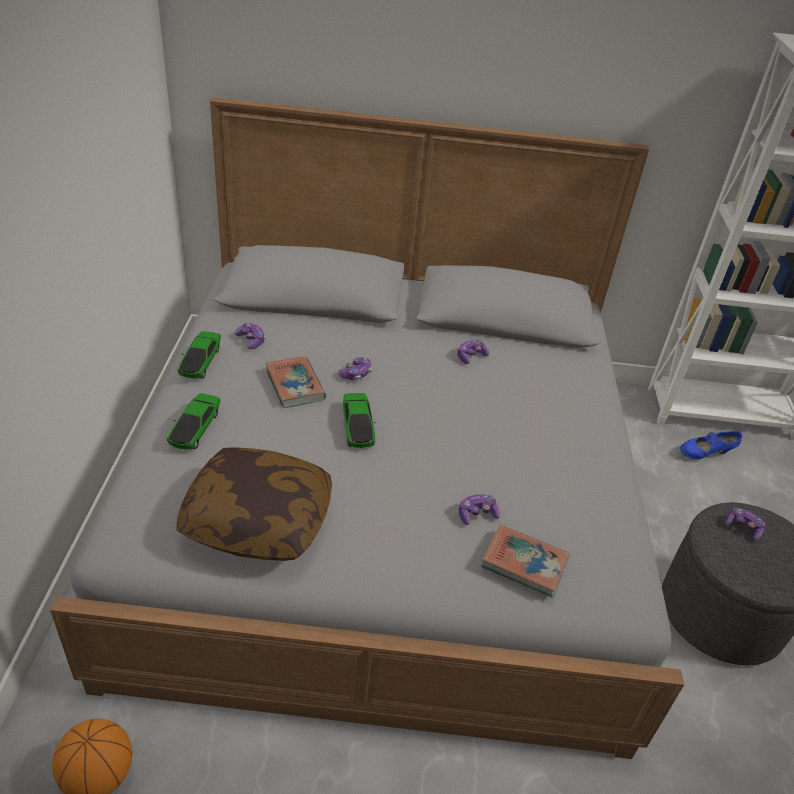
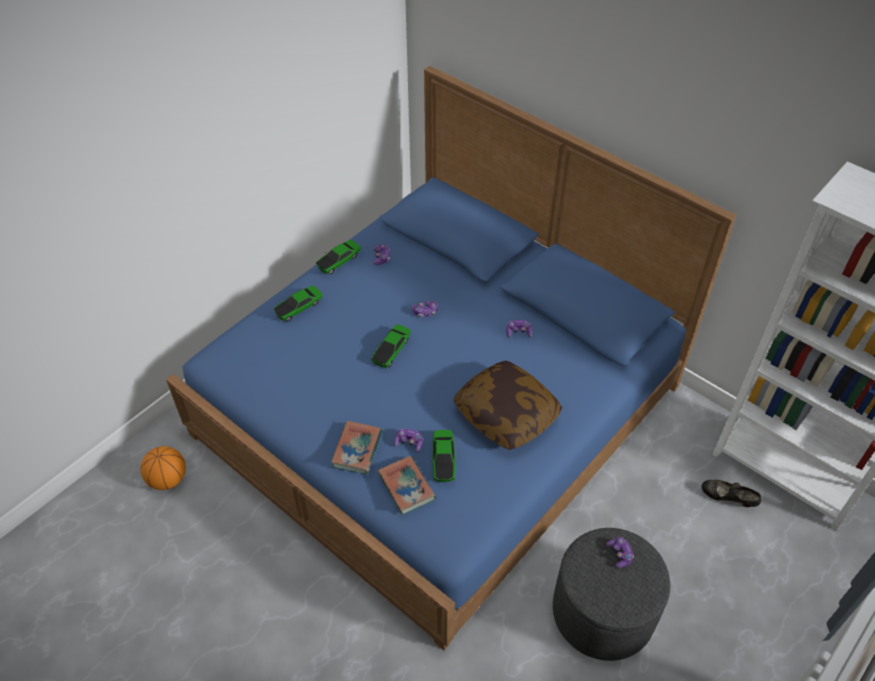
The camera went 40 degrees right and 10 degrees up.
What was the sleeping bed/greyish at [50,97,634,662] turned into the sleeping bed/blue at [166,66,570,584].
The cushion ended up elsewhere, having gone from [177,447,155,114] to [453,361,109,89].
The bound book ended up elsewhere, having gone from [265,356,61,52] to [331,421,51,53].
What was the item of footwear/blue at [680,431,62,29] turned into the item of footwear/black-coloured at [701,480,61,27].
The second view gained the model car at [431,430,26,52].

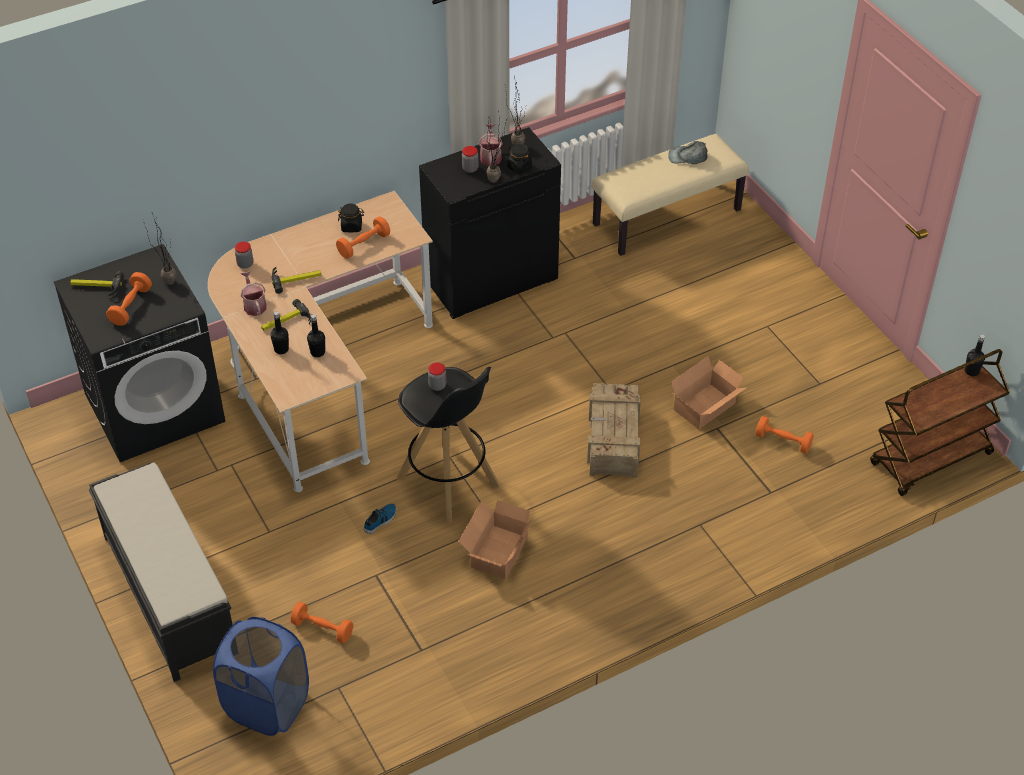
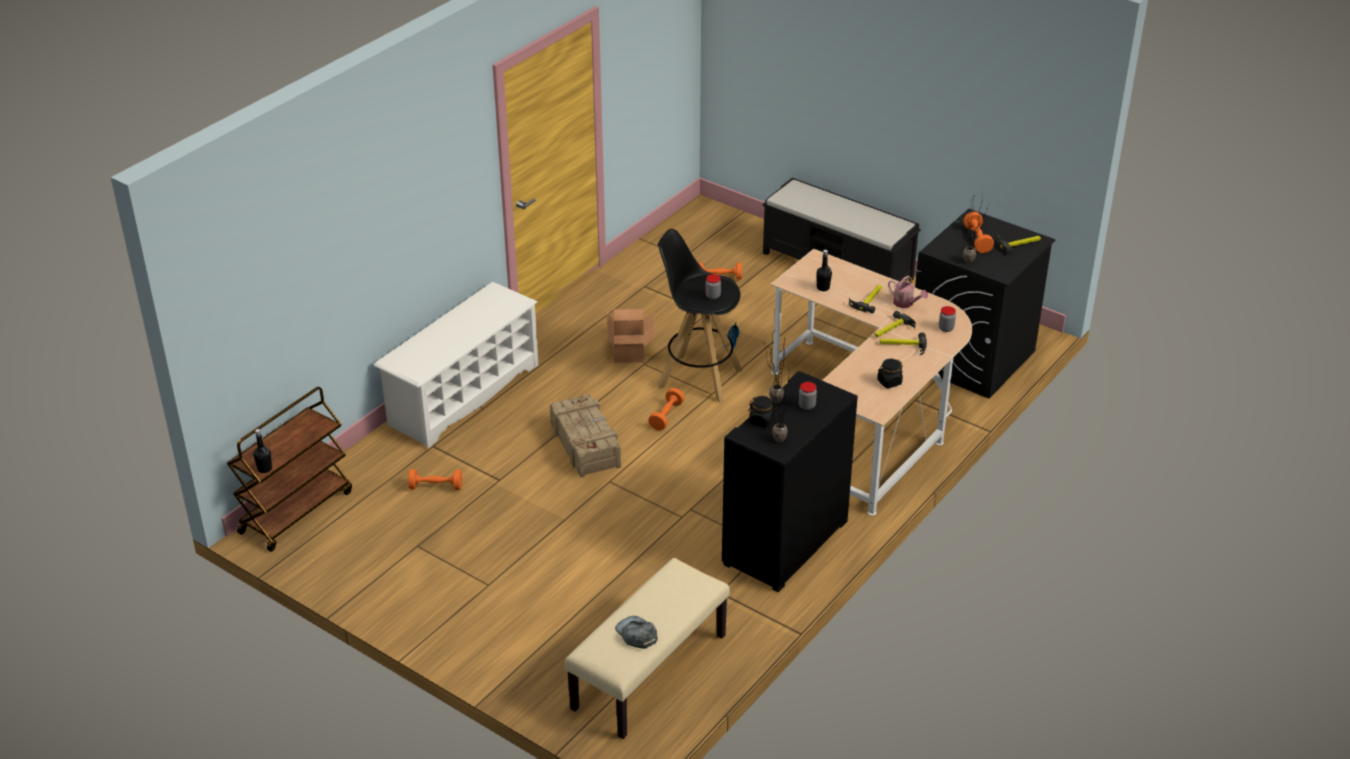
The camera went 155 degrees right and 10 degrees down.
The second view lost the hamper/blue at [213,617,96,119].
The second view lost the bottle/black-coloured at [270,311,19,43].
The free weight/orange ended up elsewhere, having gone from [336,216,54,43] to [648,388,36,42].
The second view lost the watering can at [478,124,25,42].
The baseball cap/greyish at [668,141,40,23] ended up facing another way, 105 degrees counterclockwise from before.
The second view lost the carton at [671,356,76,73].
The second view gained the shoe shelf/white-coloured at [374,282,164,166].
The second view gained the tool hammer at [880,332,47,23].

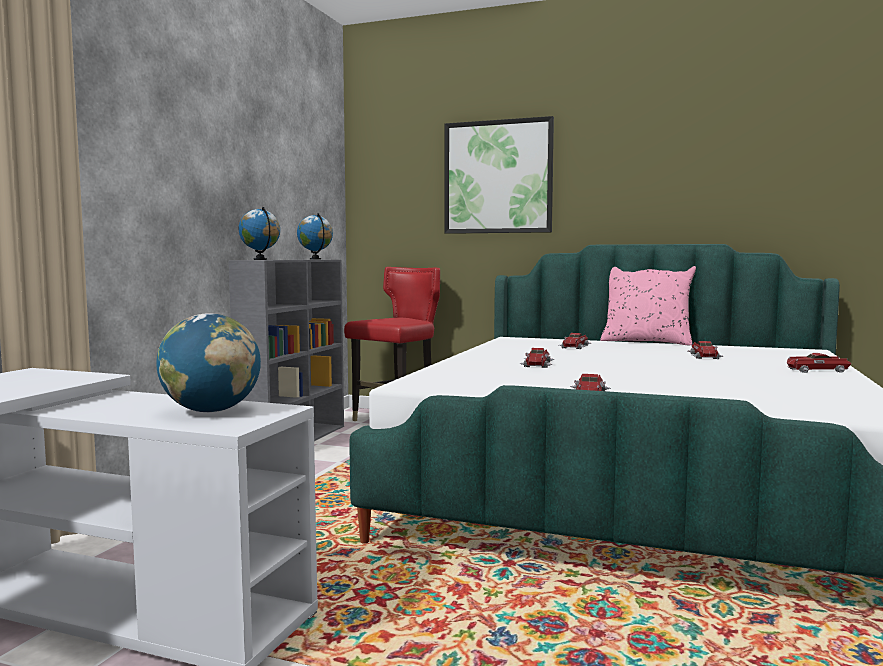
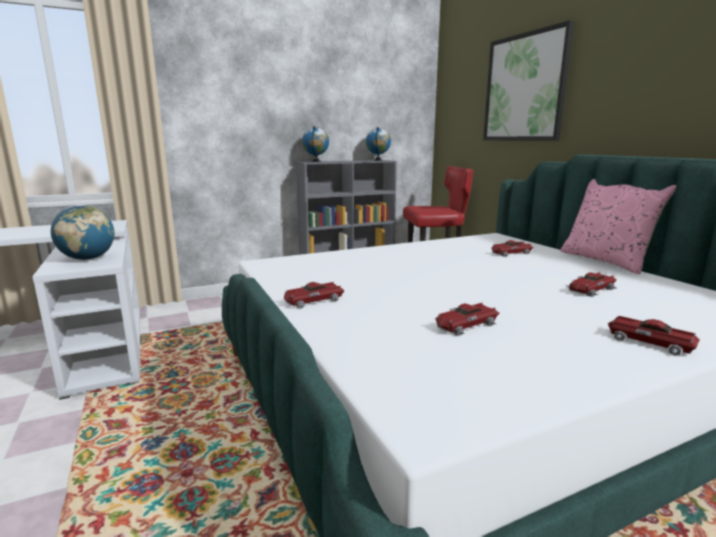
The camera went 45 degrees right and 10 degrees up.
The model car ended up elsewhere, having gone from [519,348,36,20] to [436,302,63,34].

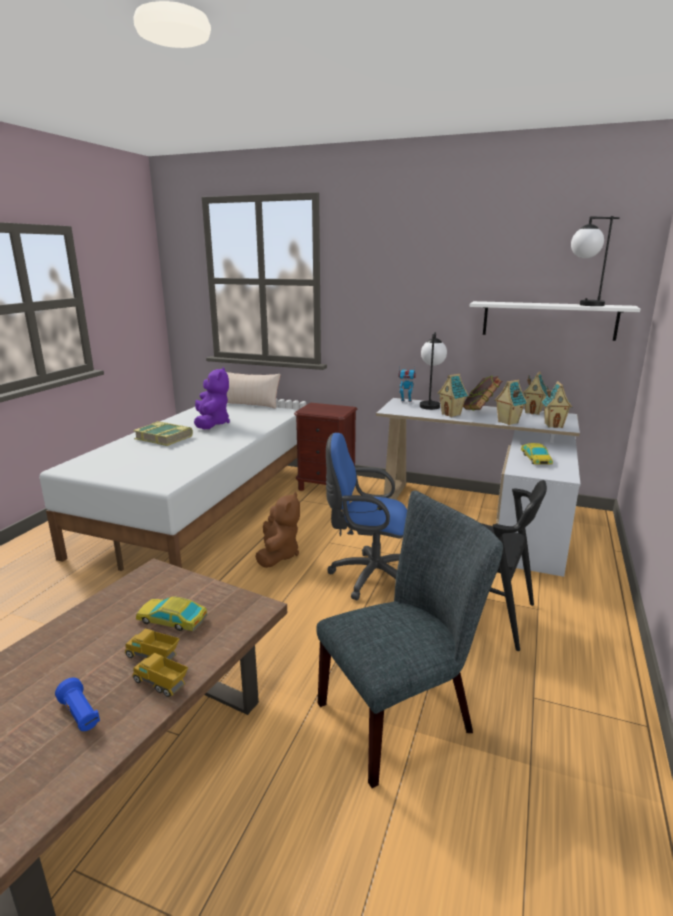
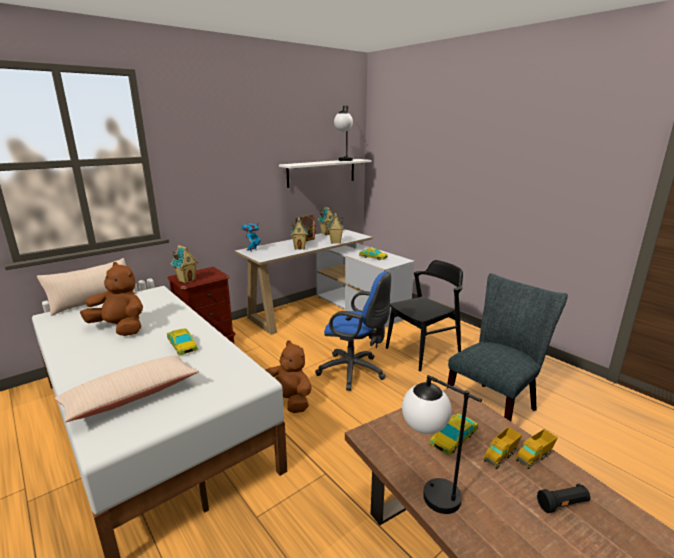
The camera went 60 degrees left and 0 degrees up.
What was the flashlight/blue at [55,677,45,54] turned into the flashlight/black-coloured at [537,484,53,29].
The second view lost the bound book at [133,421,60,25].
What was the plush toy/purple-coloured at [194,367,36,62] turned into the plush toy/brownish at [80,262,63,74].
The chair/greyish at [316,490,187,298] ended up facing another way, 45 degrees clockwise from before.
The desk chair/blue at [326,433,81,167] ended up facing another way, 105 degrees counterclockwise from before.
The table lamp ended up elsewhere, having gone from [420,332,27,78] to [402,375,80,139].
The toy house ended up elsewhere, having gone from [542,381,31,47] to [171,245,27,38].
The second view gained the cushion/beige at [55,356,144,66].
The second view gained the model car at [167,328,31,27].

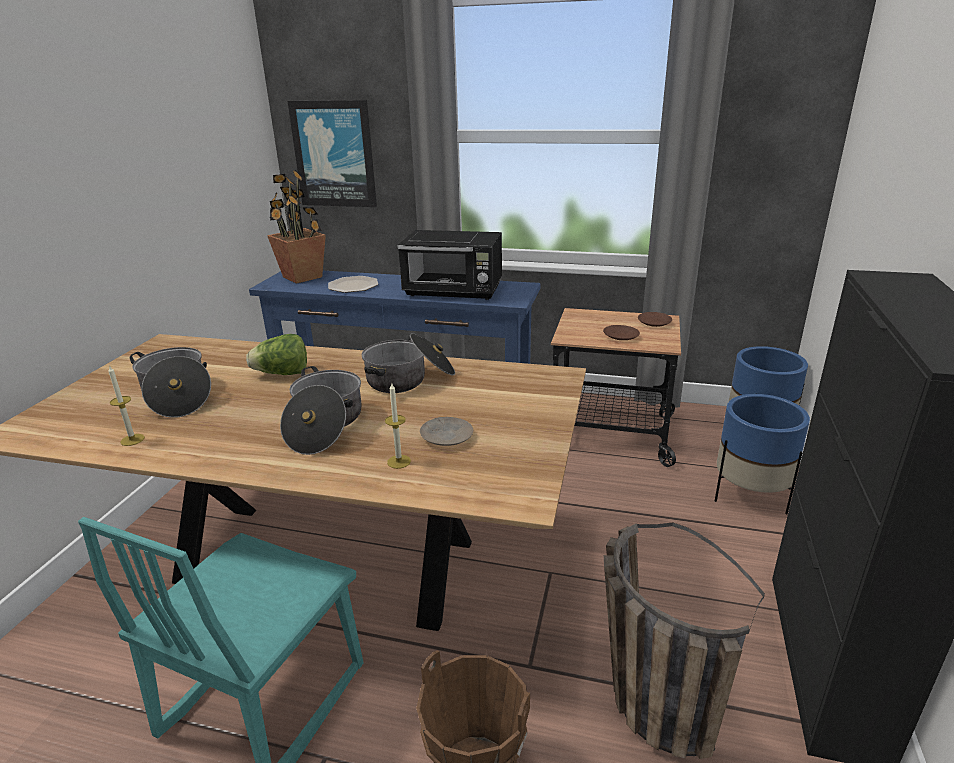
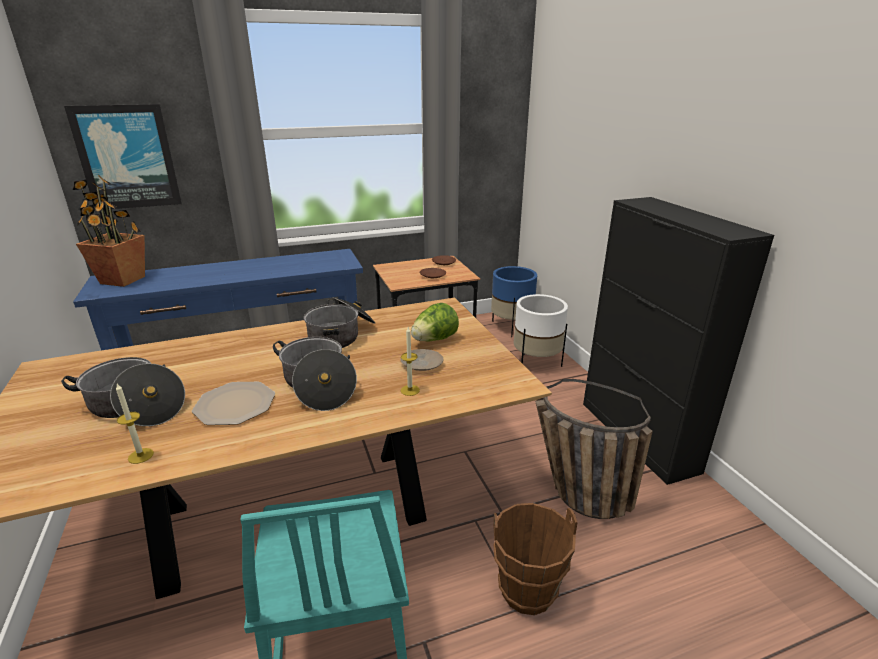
The camera went 35 degrees left and 0 degrees up.
The lettuce ended up elsewhere, having gone from [246,334,61,41] to [411,303,48,39].
The dinner plate ended up elsewhere, having gone from [328,276,50,17] to [192,382,83,43].
The second view lost the microwave oven/black-coloured at [398,230,104,70].
What was the flower pot/blue at [715,394,95,120] turned into the flower pot/white-coloured at [514,294,54,73].

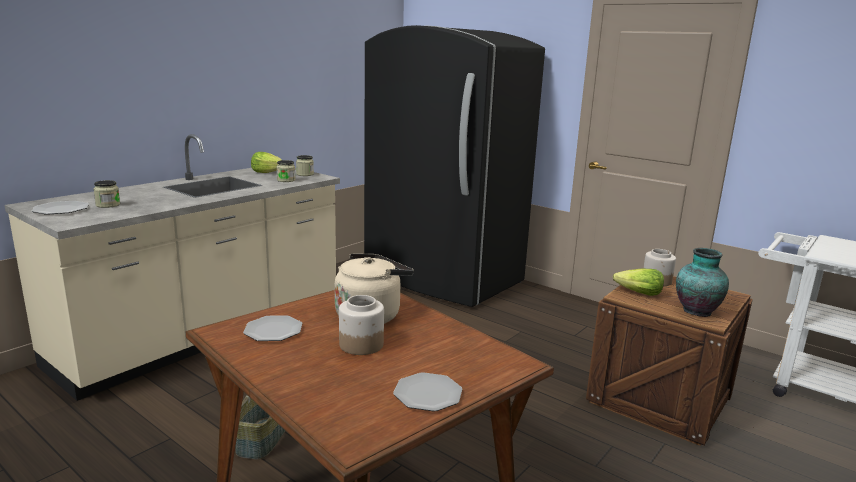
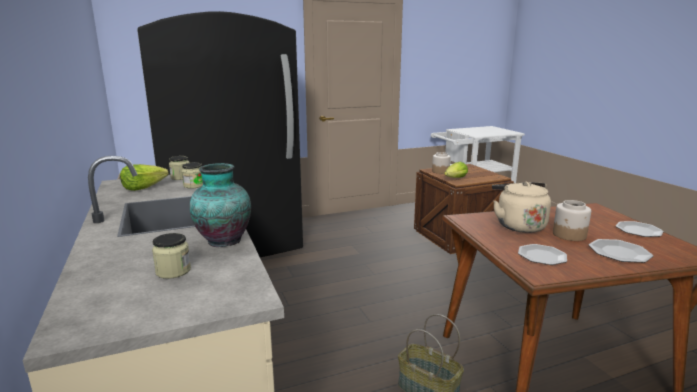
The camera went 60 degrees left and 0 degrees up.
The dinner plate ended up elsewhere, having gone from [32,201,57,14] to [589,239,64,24].
The vase ended up elsewhere, having gone from [676,248,53,69] to [190,163,61,84].

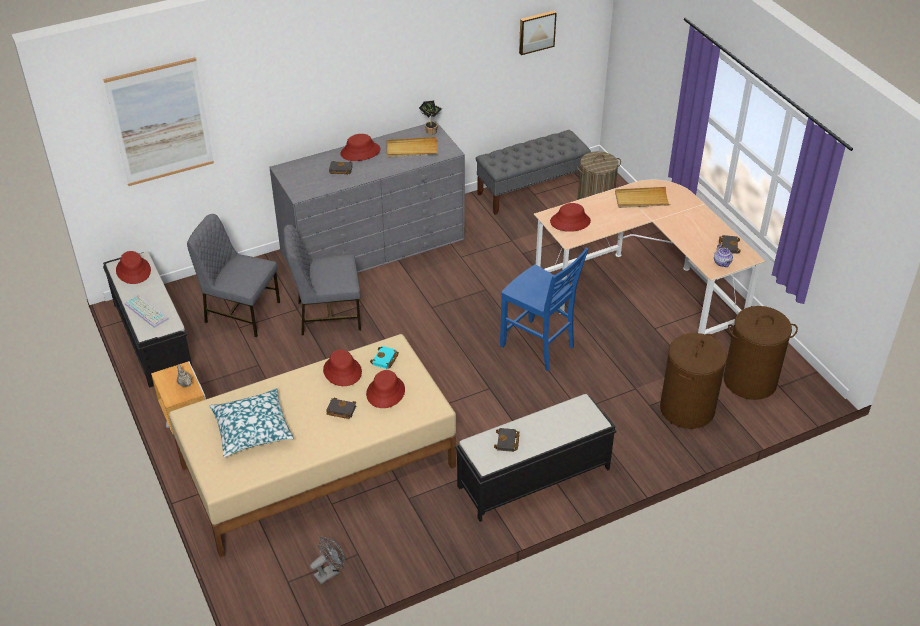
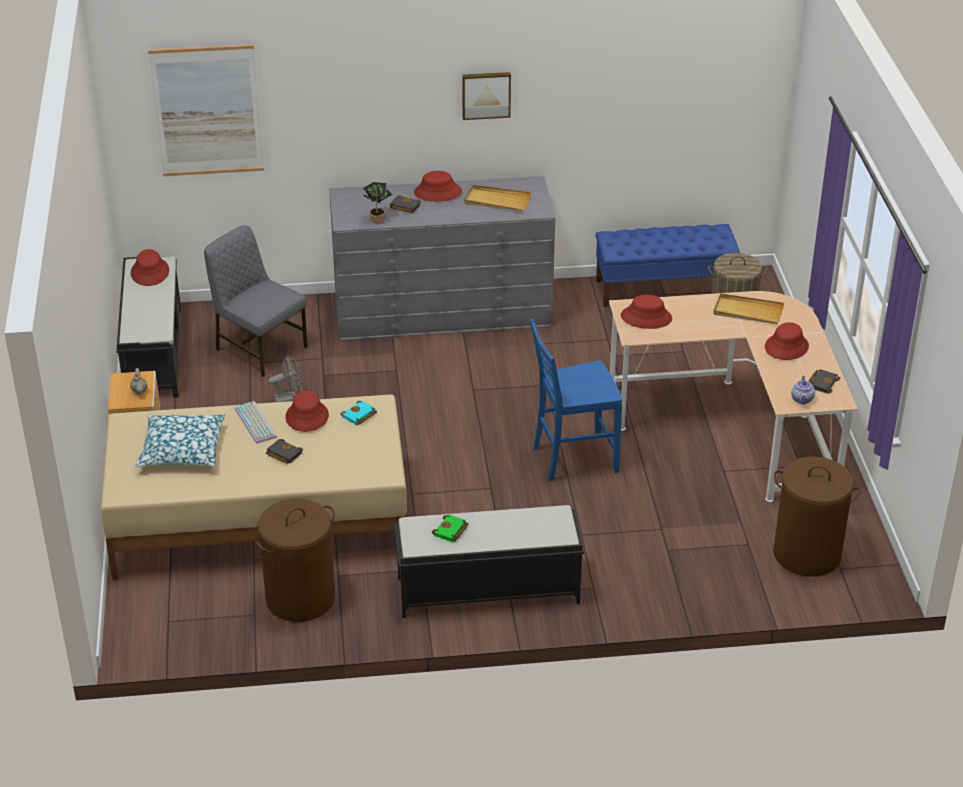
The camera went 20 degrees right and 5 degrees down.
The computer keyboard ended up elsewhere, having gone from [125,295,44,33] to [234,401,43,43].
The second view lost the chair/greyish at [283,224,78,111].
The electric fan/greyish ended up elsewhere, having gone from [310,536,35,48] to [268,356,35,46].
The hat/red ended up elsewhere, having gone from [366,370,39,38] to [765,322,44,38].
The plant in a pot ended up elsewhere, having gone from [419,101,23,34] to [361,182,31,42].
What was the indoor bench/greyish at [476,130,115,85] turned into the indoor bench/blue at [596,224,144,83].
What was the bound book/black-coloured at [494,428,26,24] turned into the bound book/green-coloured at [432,514,37,28].
The chair/blue at [500,247,89,124] ended up facing another way, 105 degrees clockwise from before.
The wall picture ended up elsewhere, having gone from [519,11,38,44] to [462,72,49,48].
The hamper/brownish ended up elsewhere, having gone from [660,333,67,96] to [255,499,80,123].

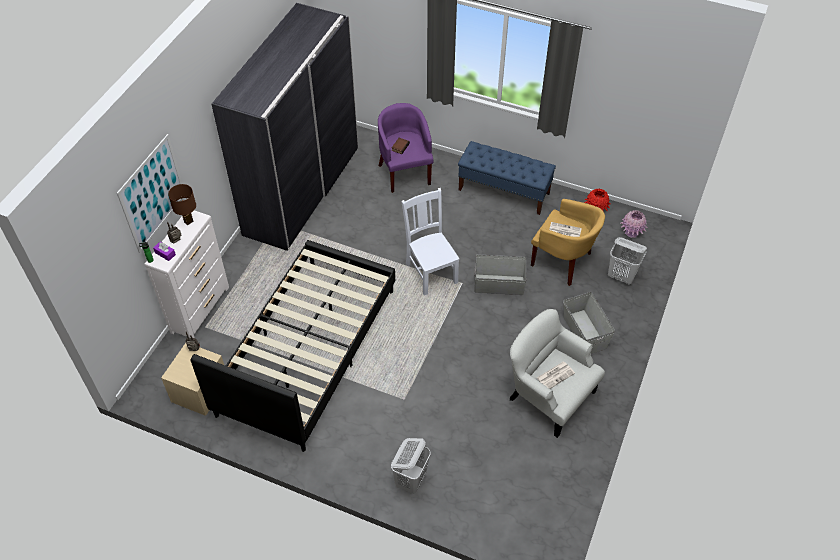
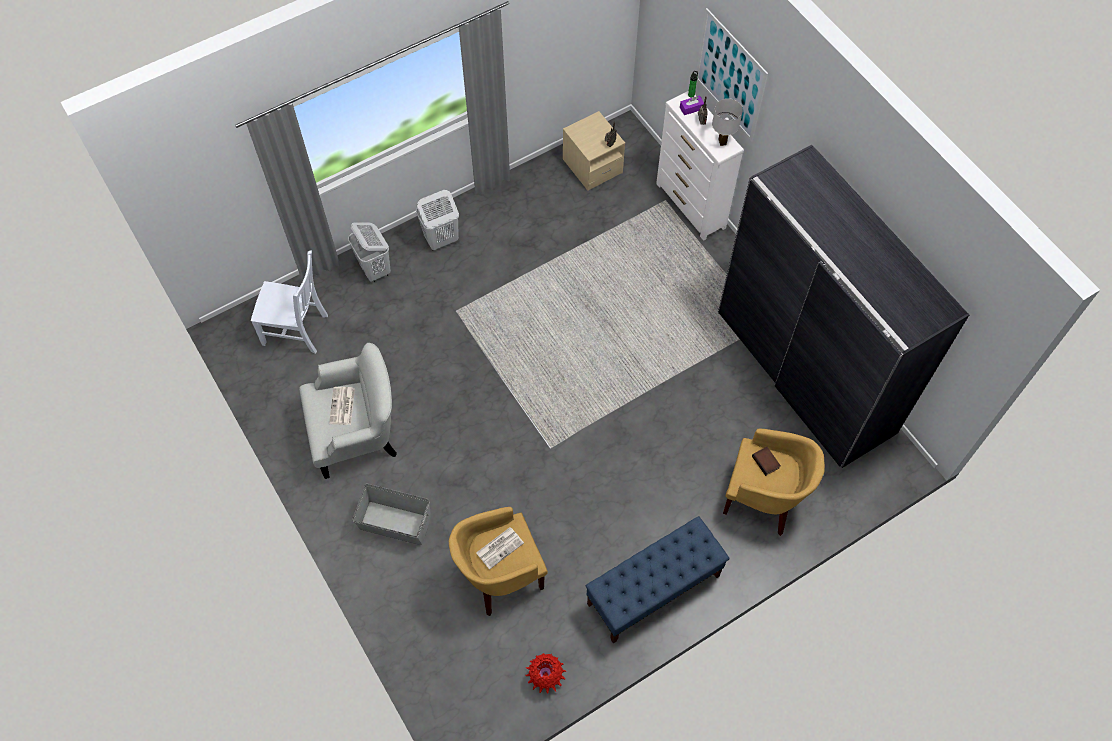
The camera went 125 degrees right and 10 degrees up.
What was the table lamp/brownish at [168,184,28,41] turned into the table lamp/white-coloured at [712,98,31,48].
The second view lost the sleeping bed/black-coloured at [190,240,205,212].
What was the easy chair/purple-coloured at [378,103,56,90] turned into the easy chair/yellow-coloured at [723,429,102,107].
The chair/white-coloured ended up elsewhere, having gone from [401,188,58,108] to [251,250,77,104].
The second view lost the storage container/greyish at [474,254,52,41].
The hamper/white-coloured ended up elsewhere, having gone from [608,237,39,48] to [416,190,43,60].
The second view lost the vase/pink-coloured at [620,210,27,28].

